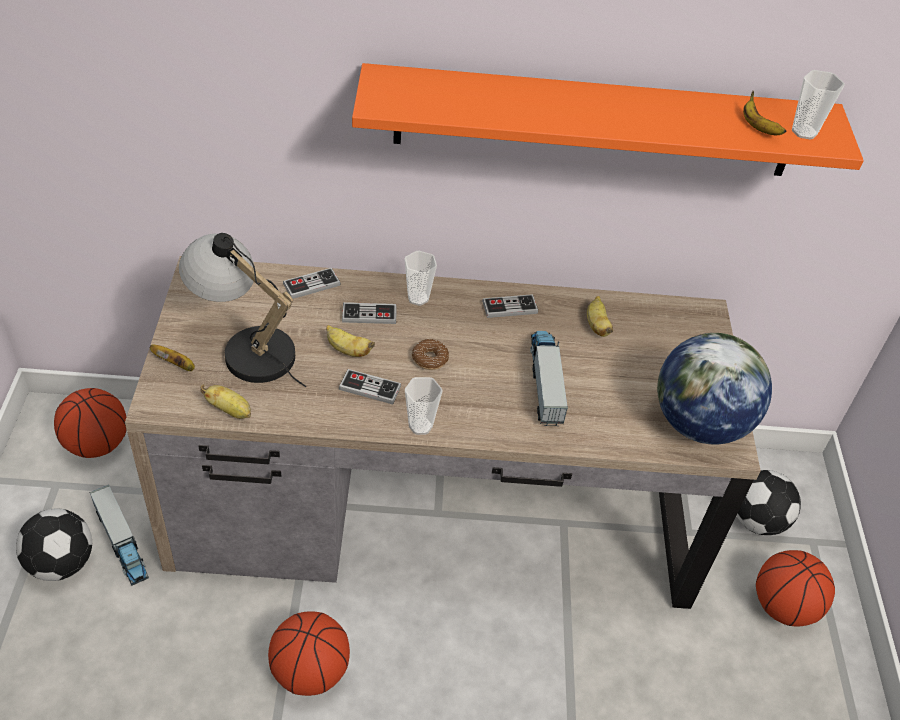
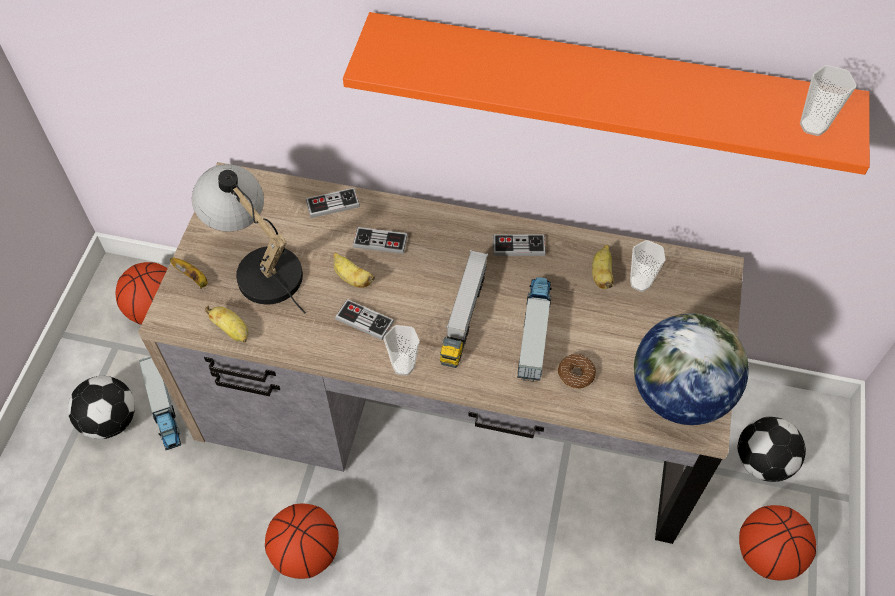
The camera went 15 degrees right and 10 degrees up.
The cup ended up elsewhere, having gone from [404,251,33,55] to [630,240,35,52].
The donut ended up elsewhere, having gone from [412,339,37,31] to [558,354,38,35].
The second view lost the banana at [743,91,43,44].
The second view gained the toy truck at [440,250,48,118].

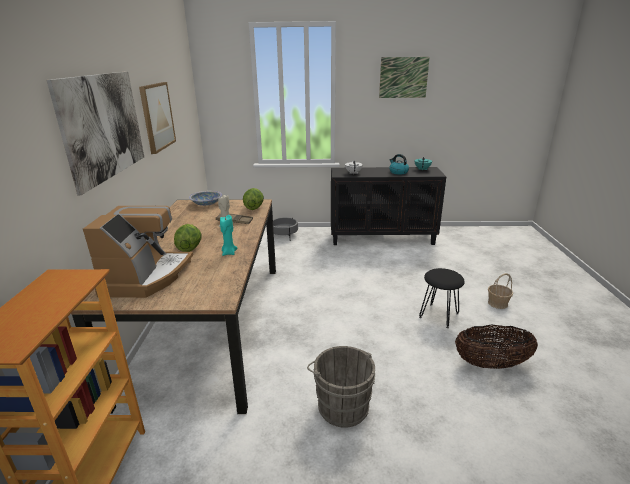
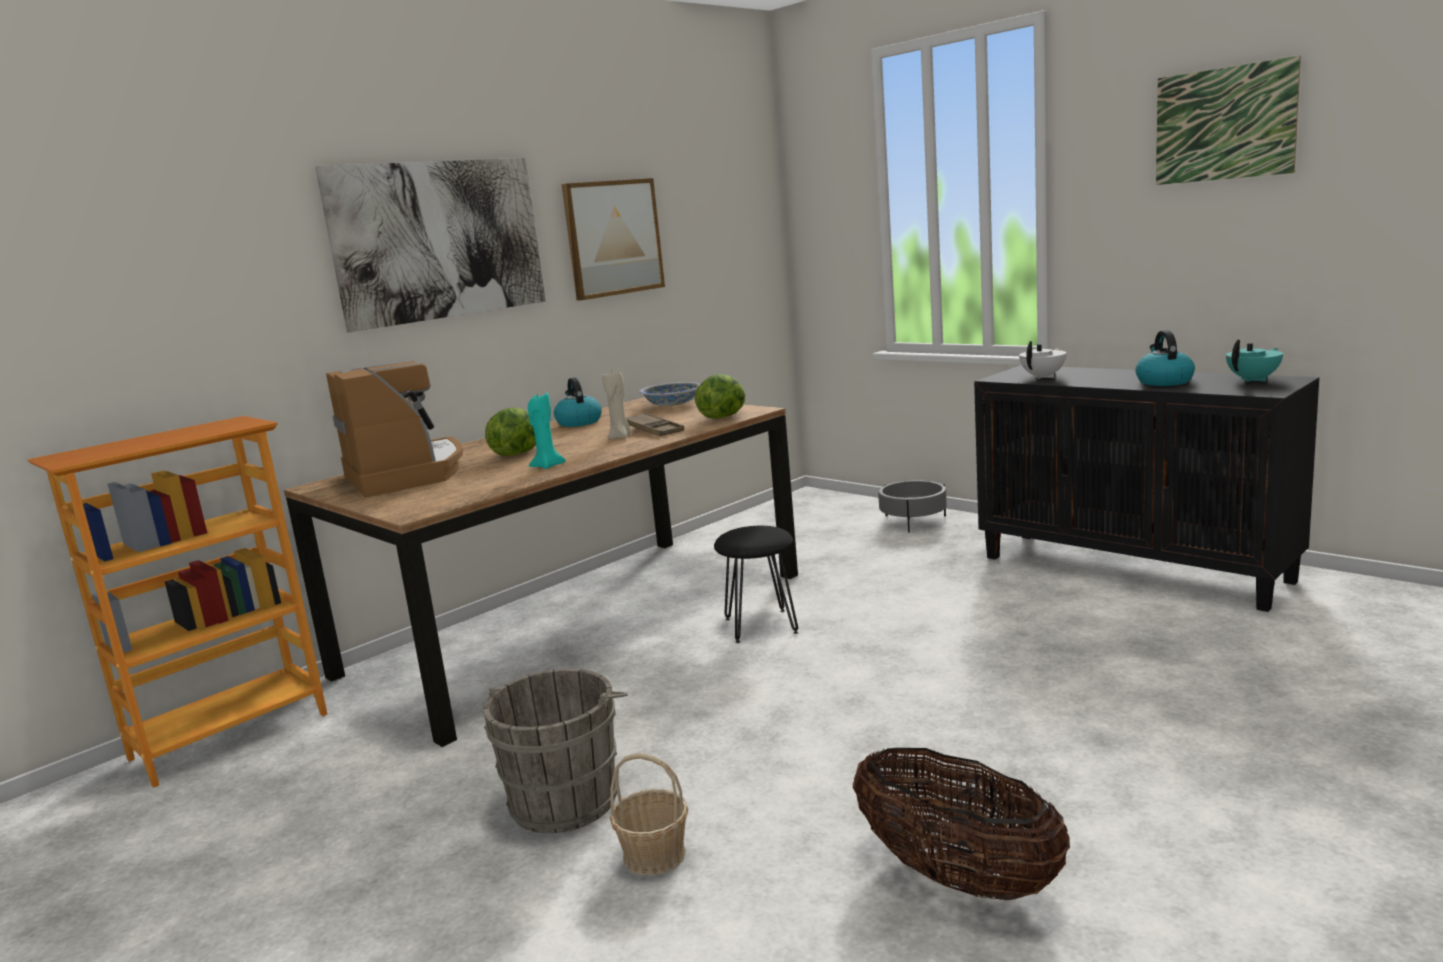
The camera went 45 degrees right and 10 degrees down.
The coffee maker at [83,206,110,92] ended up facing another way, 75 degrees counterclockwise from before.
The stool seat/black-coloured ended up elsewhere, having gone from [419,268,46,60] to [714,526,85,117].
The basket ended up elsewhere, having gone from [488,273,25,36] to [610,753,78,123].
The second view gained the tea kettle at [554,377,48,50].

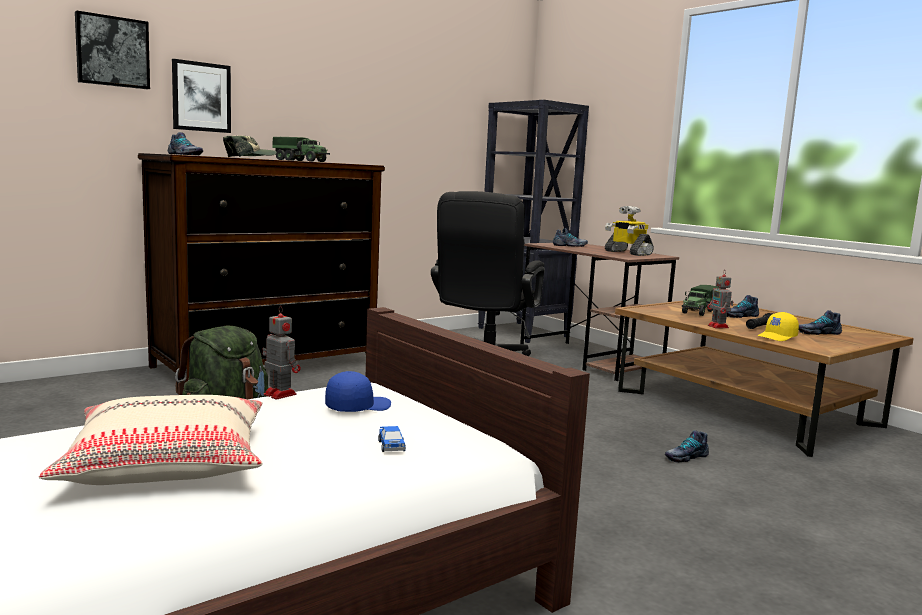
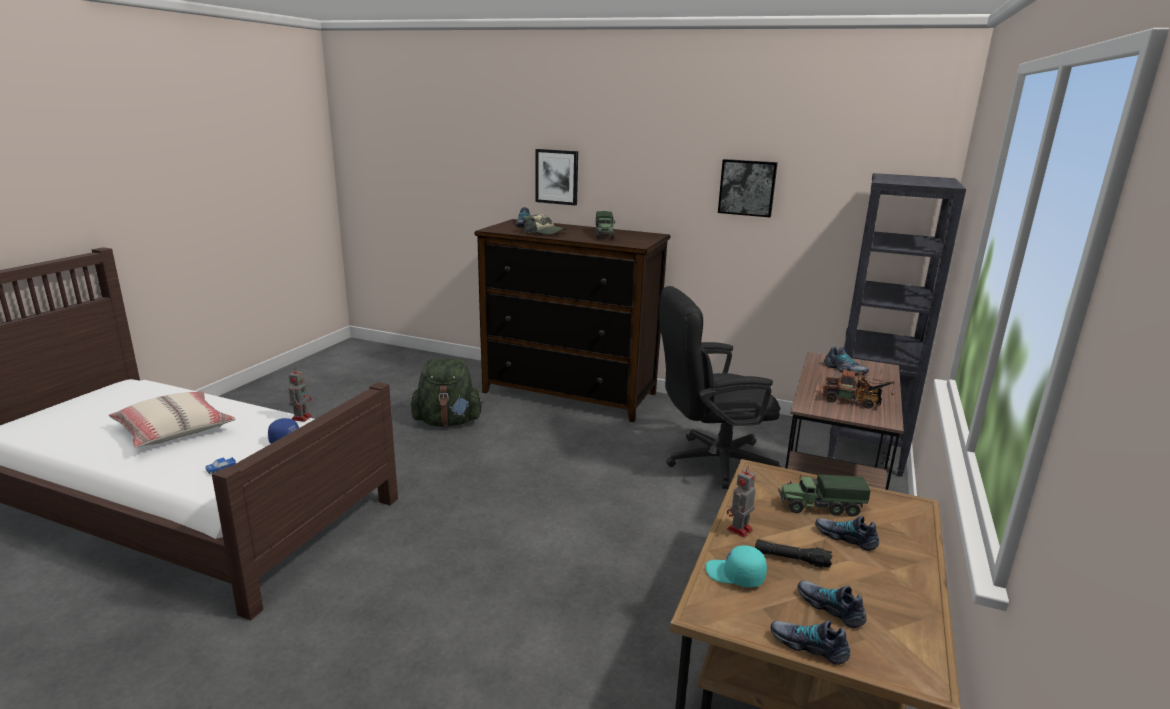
The camera went 60 degrees right and 10 degrees up.
The wall picture ended up elsewhere, having gone from [75,10,75,79] to [718,159,60,58].
Where the model robot stood at [605,206,49,50], the toy truck came to stand at [822,369,72,40].
The item of footwear ended up elsewhere, having gone from [665,430,44,33] to [770,620,80,45].
What was the baseball cap/yellow-coloured at [758,312,41,29] turned into the baseball cap/turquoise at [705,545,62,42].

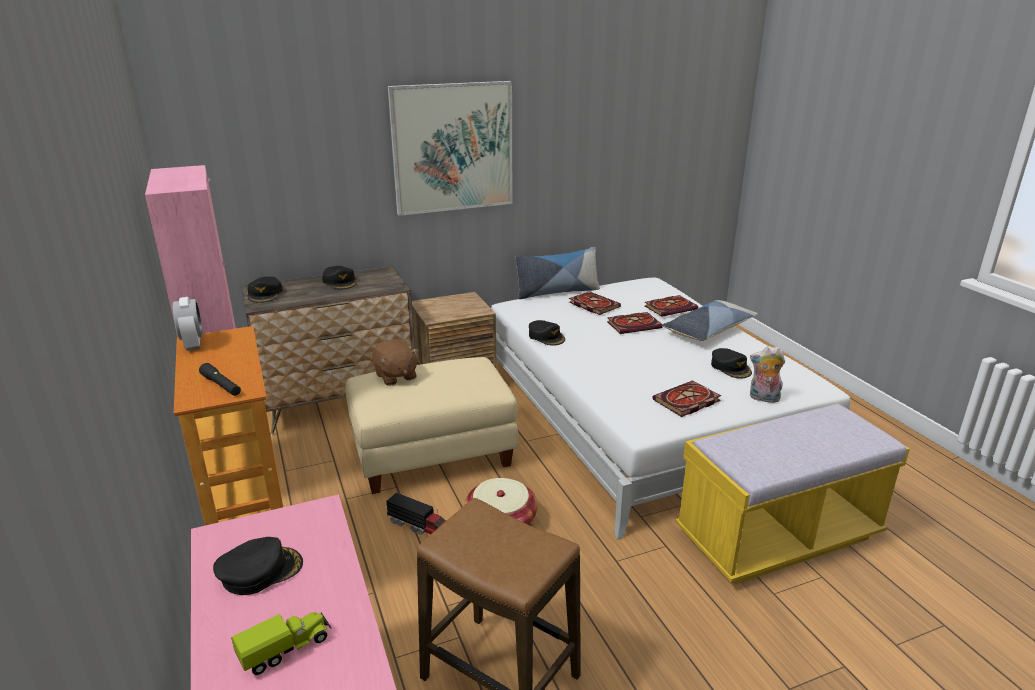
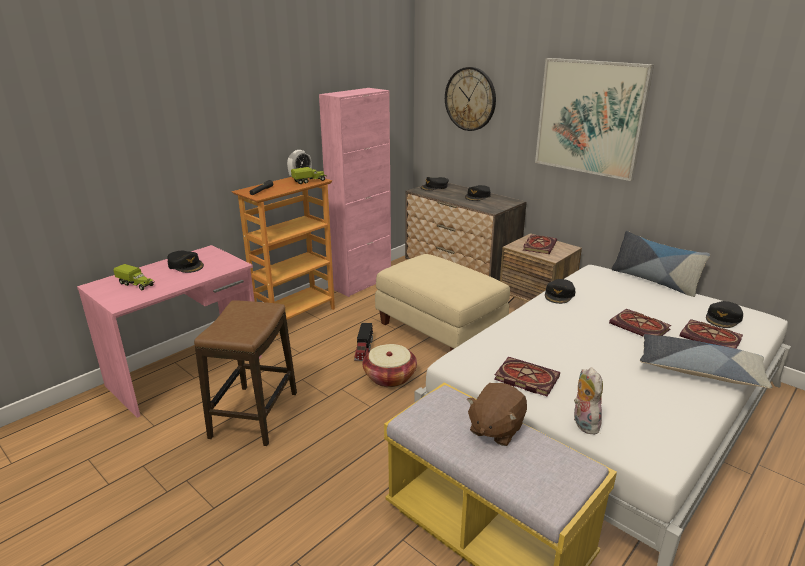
The camera went 65 degrees right and 0 degrees up.
The plush toy/brownish ended up elsewhere, having gone from [372,339,47,47] to [467,383,60,63].
The bound book ended up elsewhere, having gone from [569,291,52,24] to [523,234,34,20].
The baseball cap/black-coloured ended up elsewhere, having gone from [711,348,41,31] to [706,301,37,27].
The second view gained the toy truck at [291,167,35,17].
The second view gained the hanging clock at [445,67,51,64].

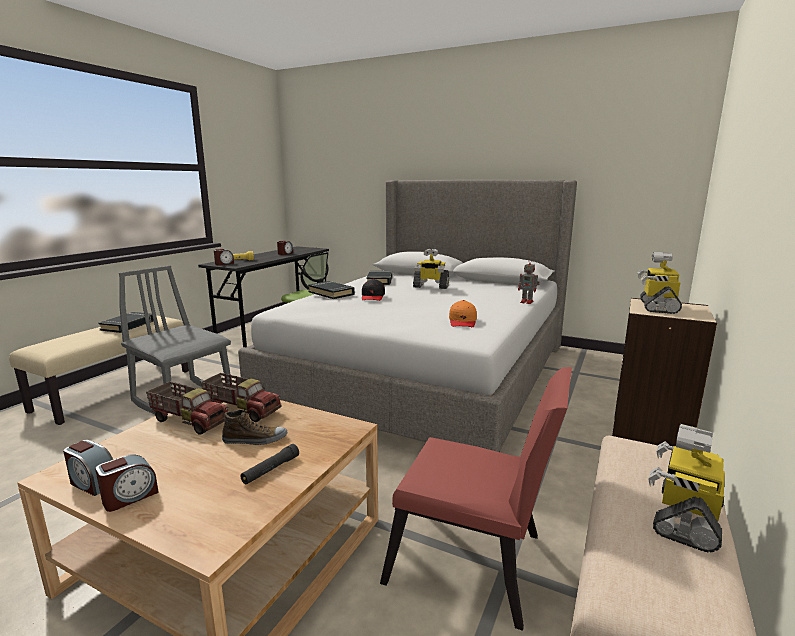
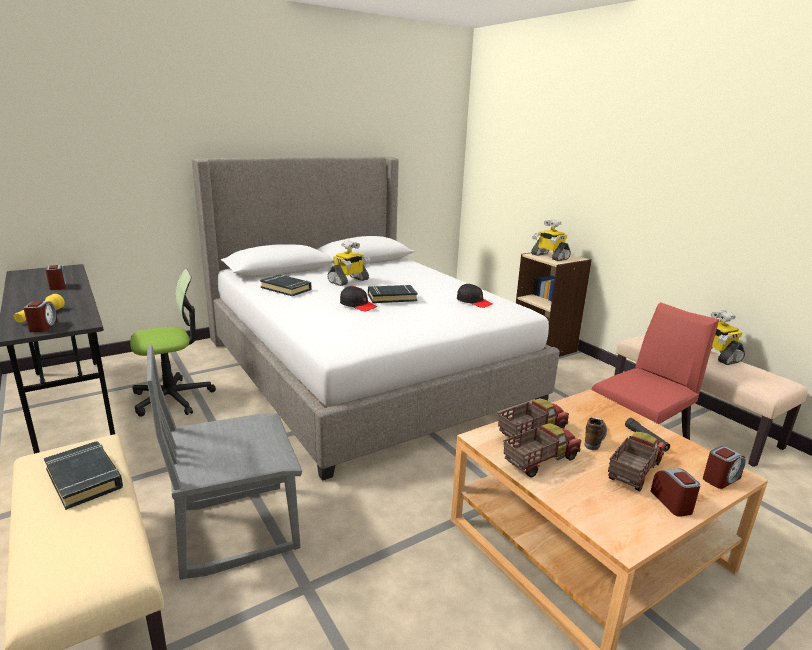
The camera went 60 degrees left and 5 degrees up.
The alarm clock ended up elsewhere, having gone from [63,440,50,56] to [703,446,43,43].
The bound book/black-coloured ended up elsewhere, having gone from [308,281,47,18] to [368,285,50,18].
What was the baseball cap/orange at [449,300,28,27] turned into the baseball cap/black-coloured at [457,283,36,25].
The second view lost the model robot at [518,259,22,45].
The second view gained the toy truck at [608,432,57,59].

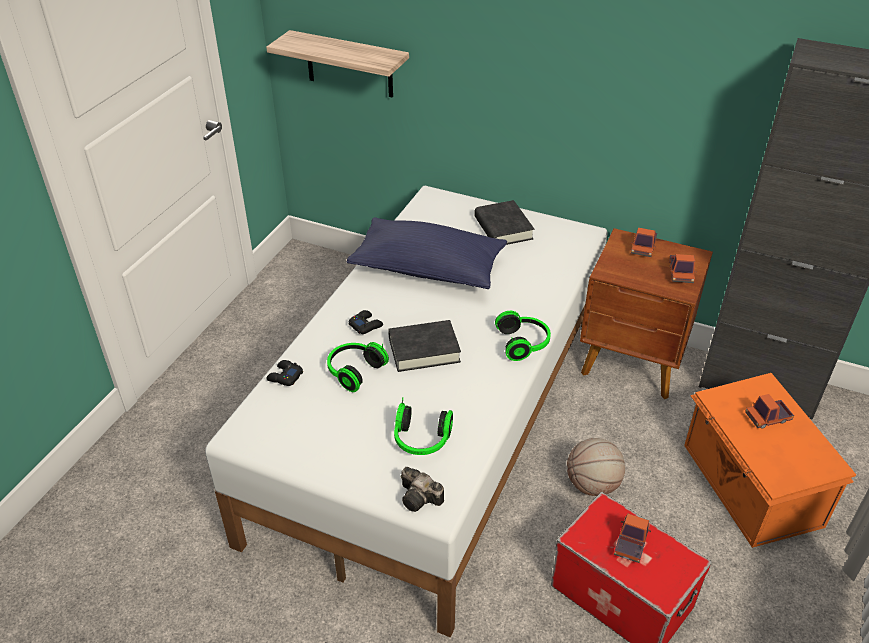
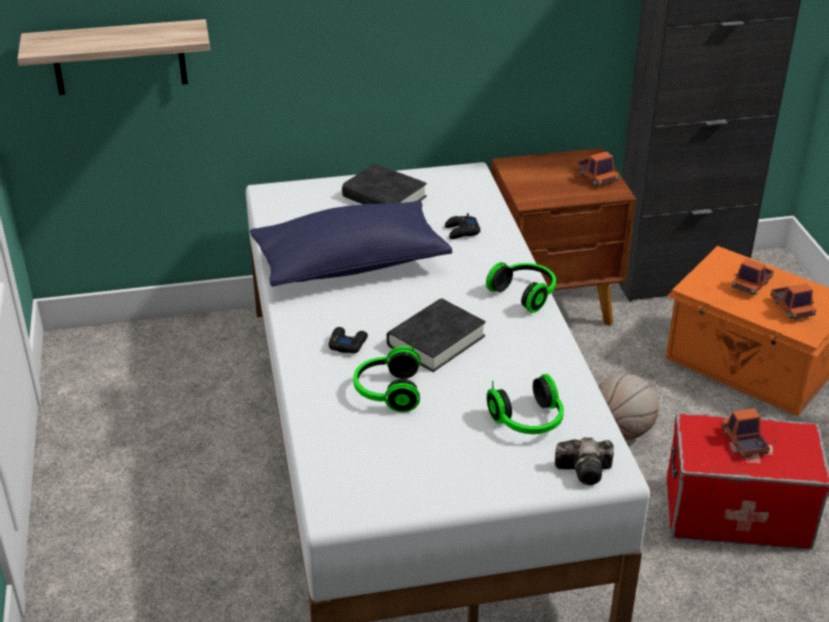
The camera went 35 degrees left and 5 degrees down.
The joypad/black-coloured ended up elsewhere, having gone from [266,360,37,26] to [445,213,35,26].
The toy truck ended up elsewhere, having gone from [631,228,26,29] to [771,283,45,36].

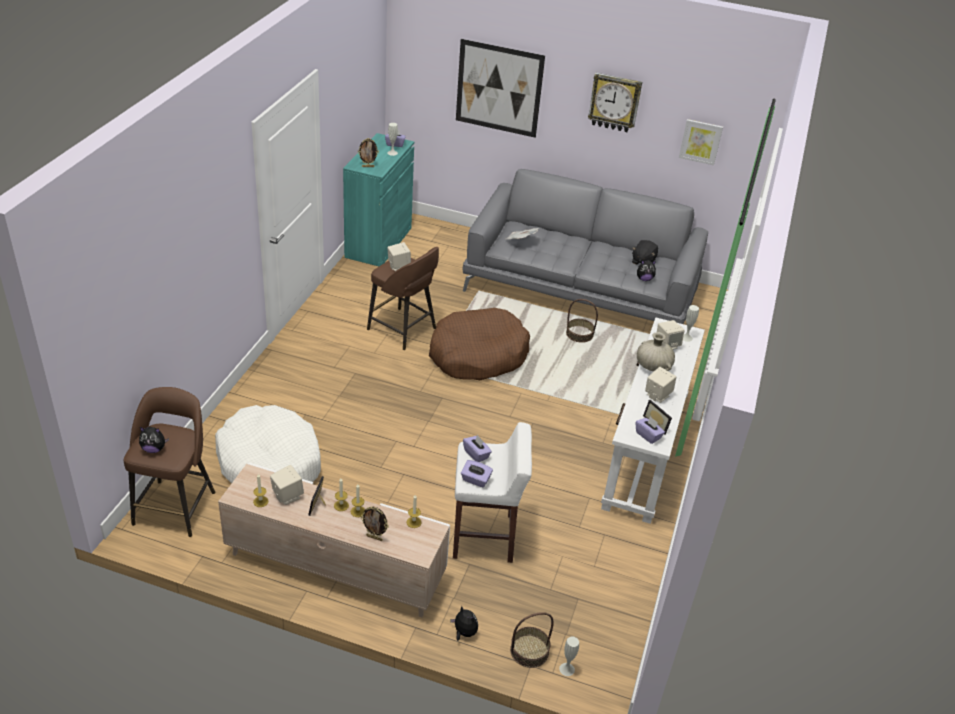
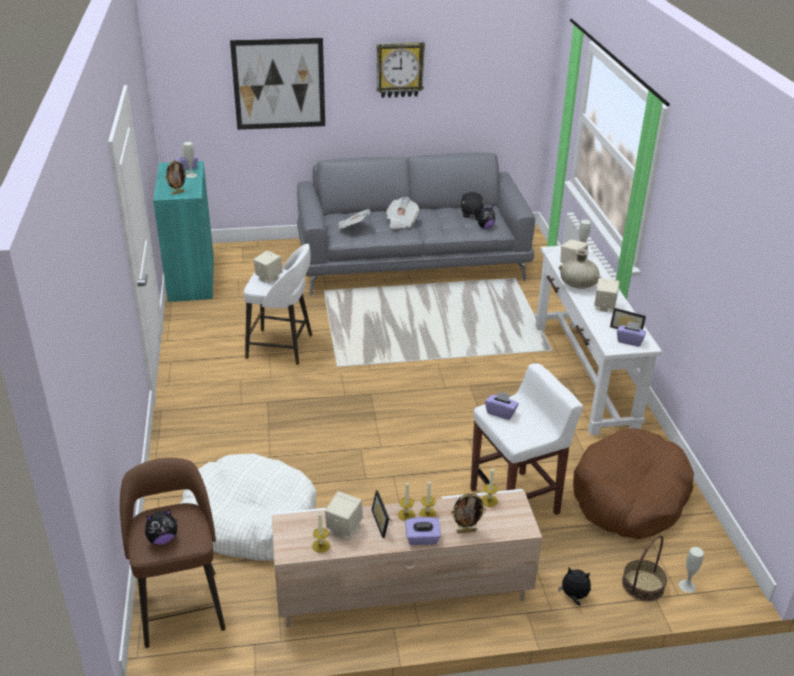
The camera went 25 degrees left and 5 degrees down.
What was the stool seat/brownish at [367,247,72,103] turned into the stool seat/white-coloured at [244,244,68,121].
The dog bed/brownish ended up elsewhere, having gone from [429,308,101,72] to [573,428,121,111].
The box of tissues/purple-coloured ended up elsewhere, having gone from [461,460,32,27] to [405,517,36,28].
The second view lost the basket at [566,299,32,44].
The second view lost the wall picture at [679,119,44,46].
The second view gained the daily paper at [386,197,33,32].

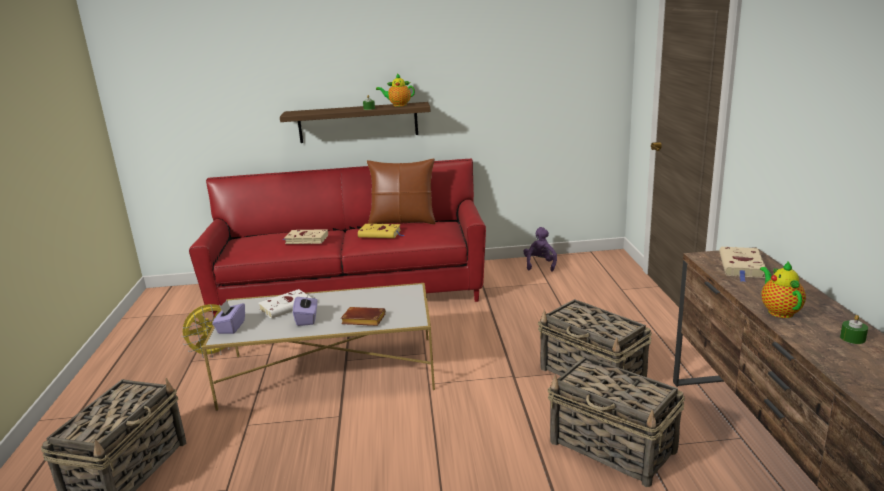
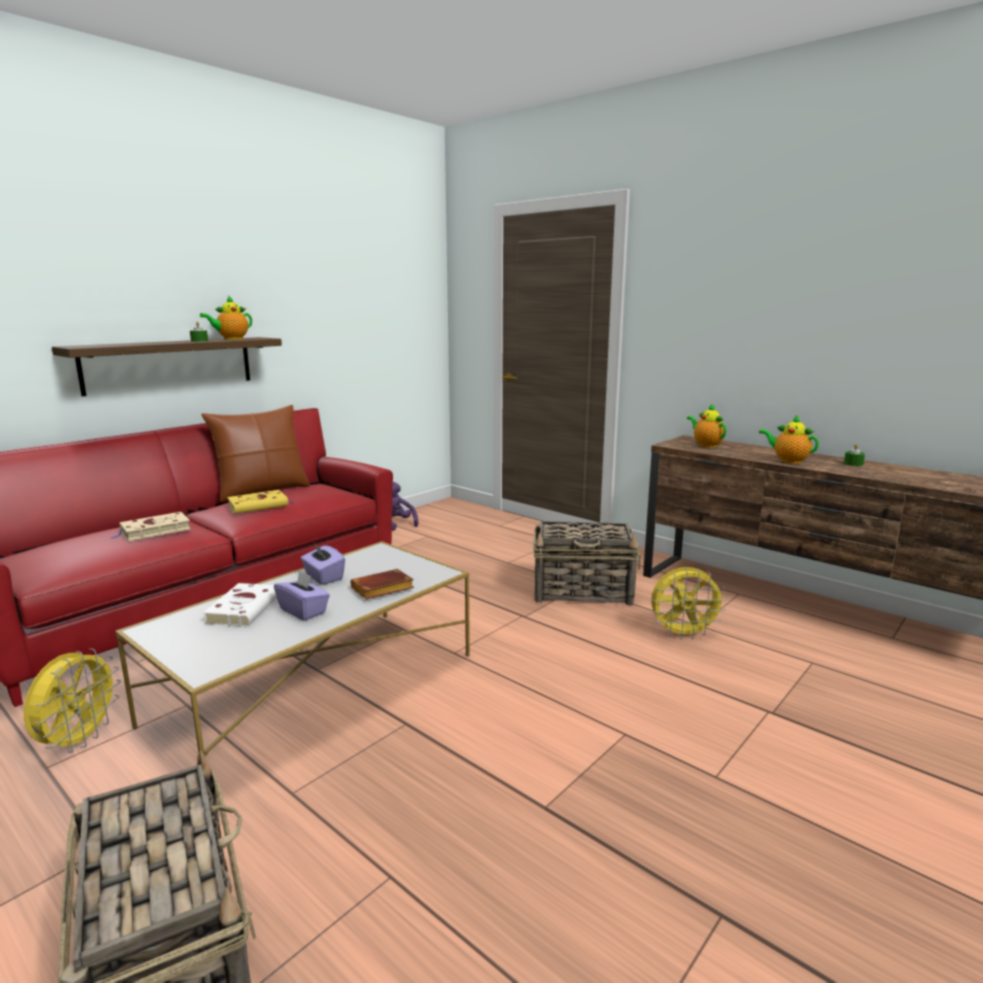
The camera went 45 degrees left and 5 degrees down.
The box of tissues/purple-coloured ended up elsewhere, having gone from [212,300,33,34] to [301,542,44,43].
Where the basket stood at [548,356,137,131], the electric fan/yellow-coloured came to stand at [651,567,76,72].
Where the bound book/beige stood at [719,246,46,36], the tea pot came to stand at [687,403,40,45].

